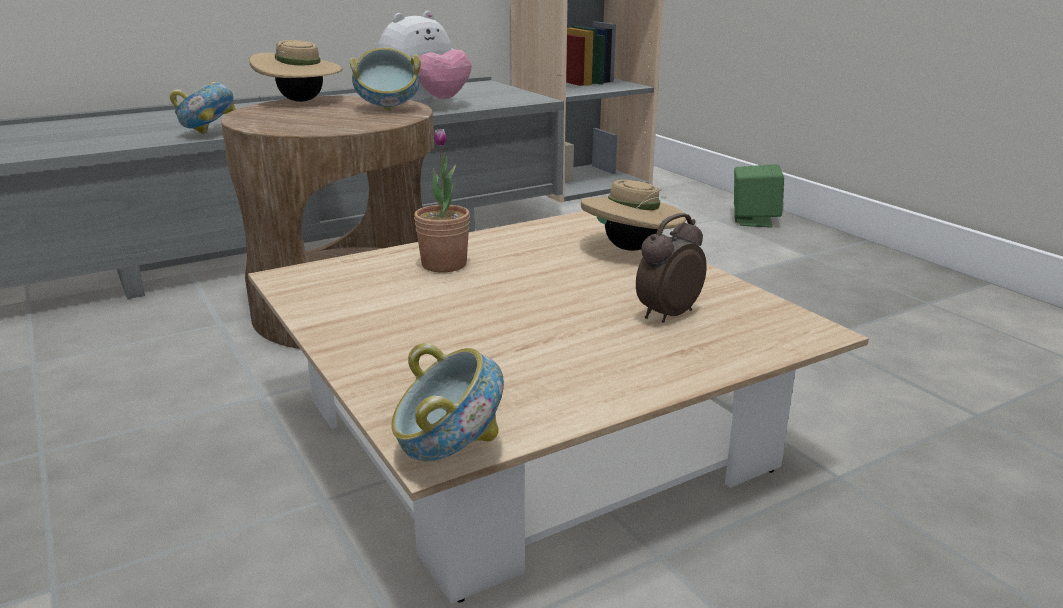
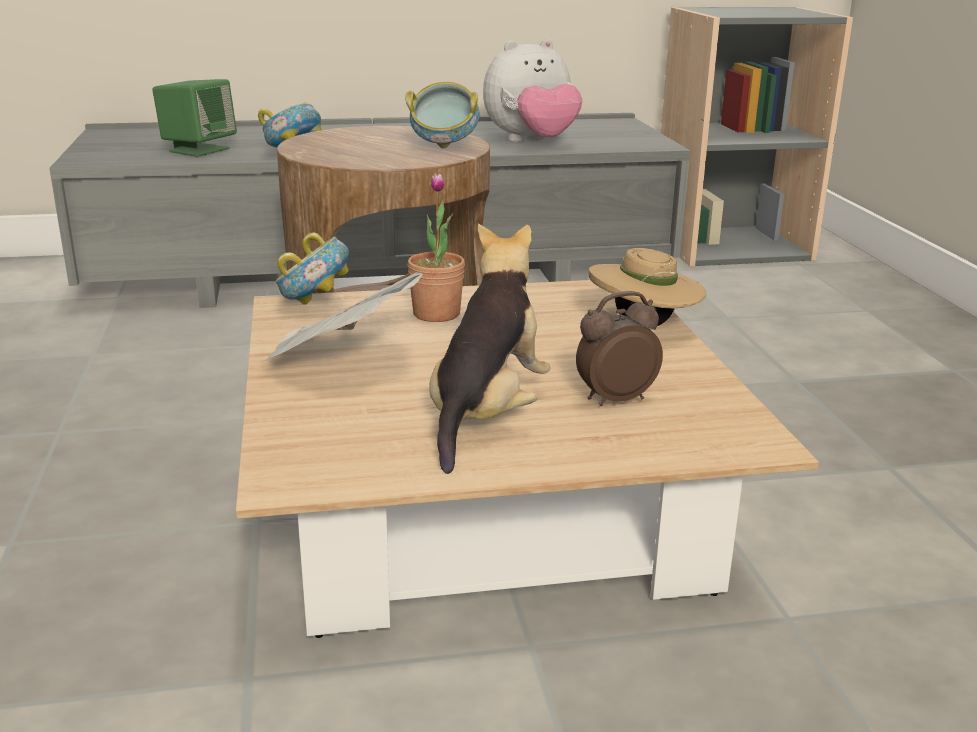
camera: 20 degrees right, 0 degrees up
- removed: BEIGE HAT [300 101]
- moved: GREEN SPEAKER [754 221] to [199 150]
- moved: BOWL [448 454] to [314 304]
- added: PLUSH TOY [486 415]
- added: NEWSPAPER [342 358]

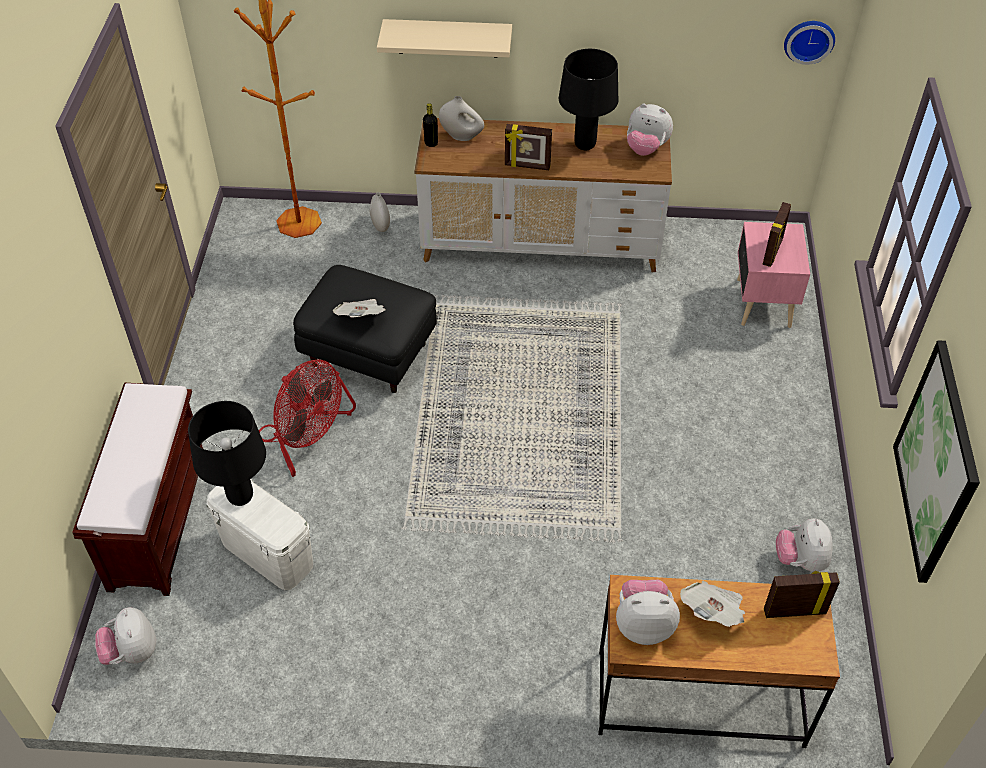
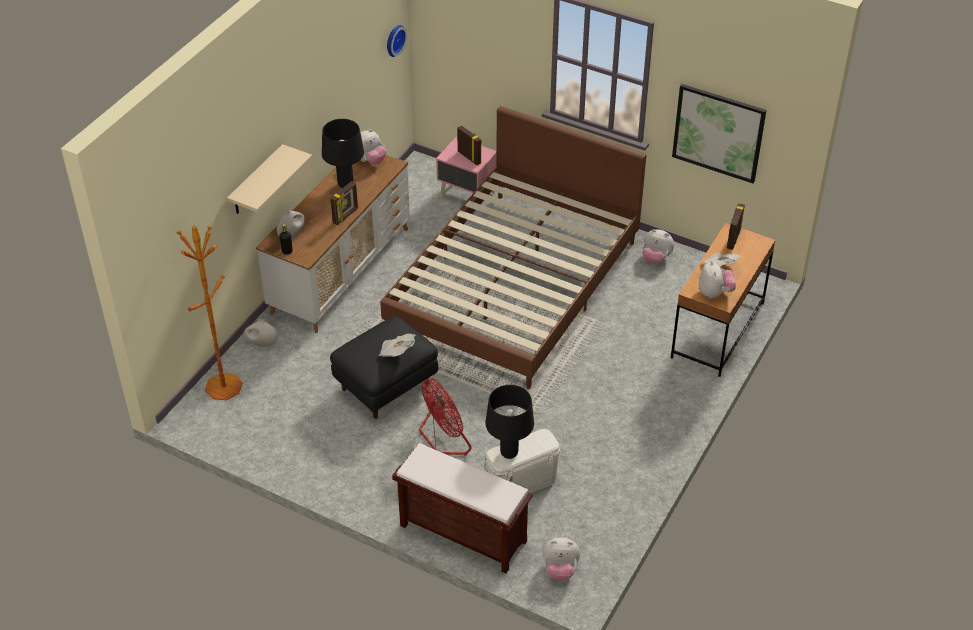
camera: 65 degrees left, 5 degrees down
- turned: PLUSH TOY [643 625] = [714 293] 150 degrees clockwise
- added: BROWN BED [514 285]

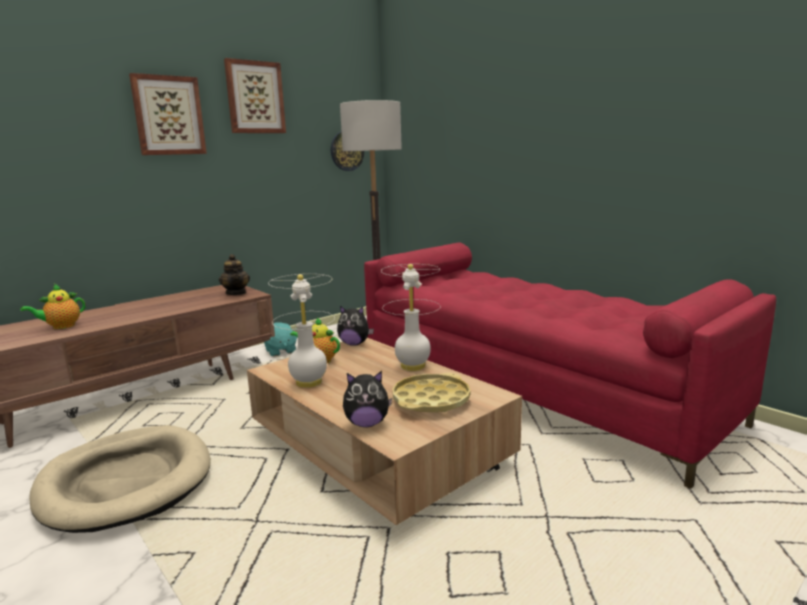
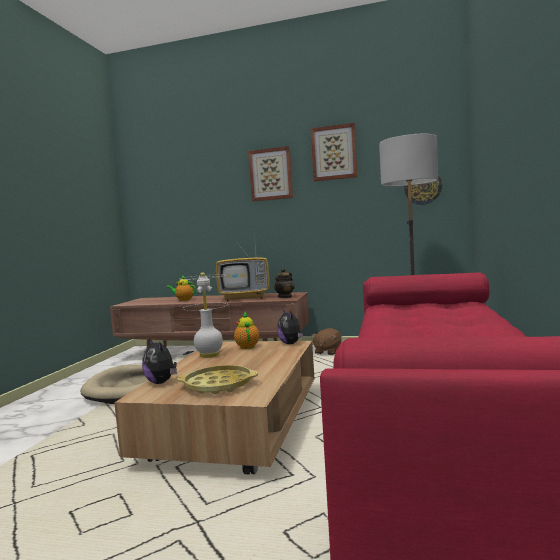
camera: 55 degrees right, 10 degrees down
- removed: WHITE TABLE LAMP [413 366]
- recoloured: TURQUOISE PLUSH TOY [280 351] to BROWN PLUSH TOY [327 352]
- added: TELEVISION [245 298]

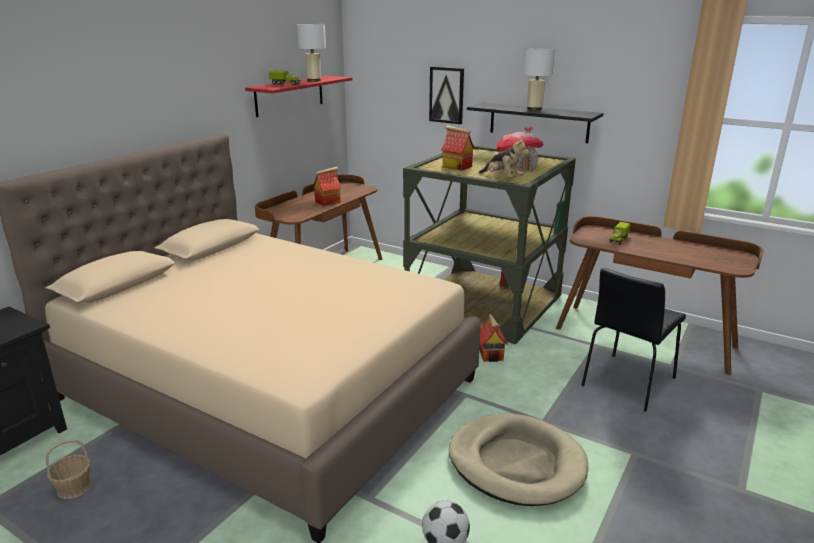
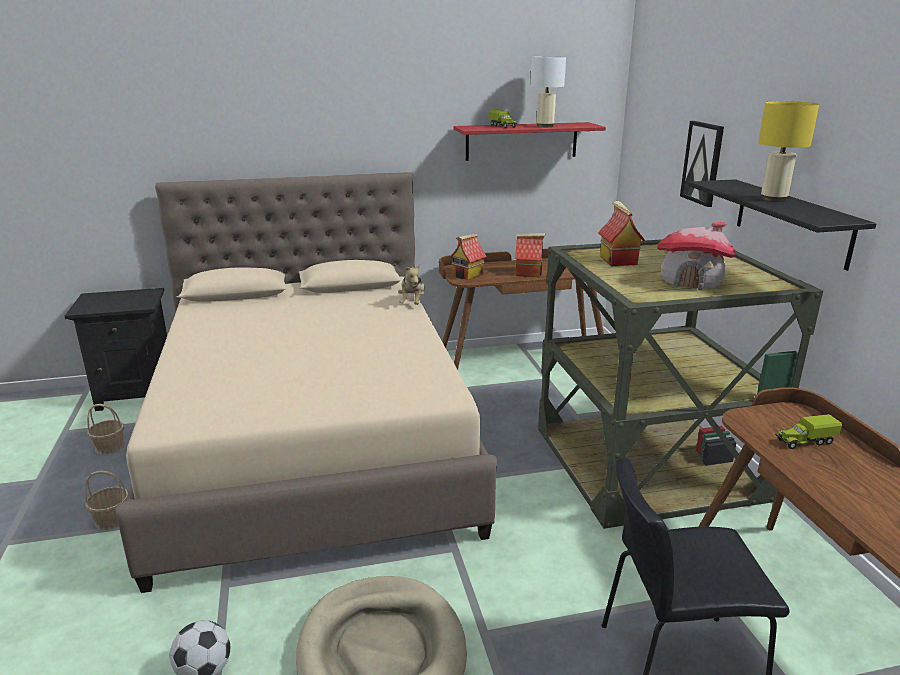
camera: 45 degrees right, 0 degrees up
- recoloured: WHITE TABLE LAMP [534 109] to YELLOW TABLE LAMP [773 199]
- moved: PLUSH TOY [502 178] to [412 302]
- moved: TOY HOUSE [491 355] to [467 275]
- added: BASKET [112 519]

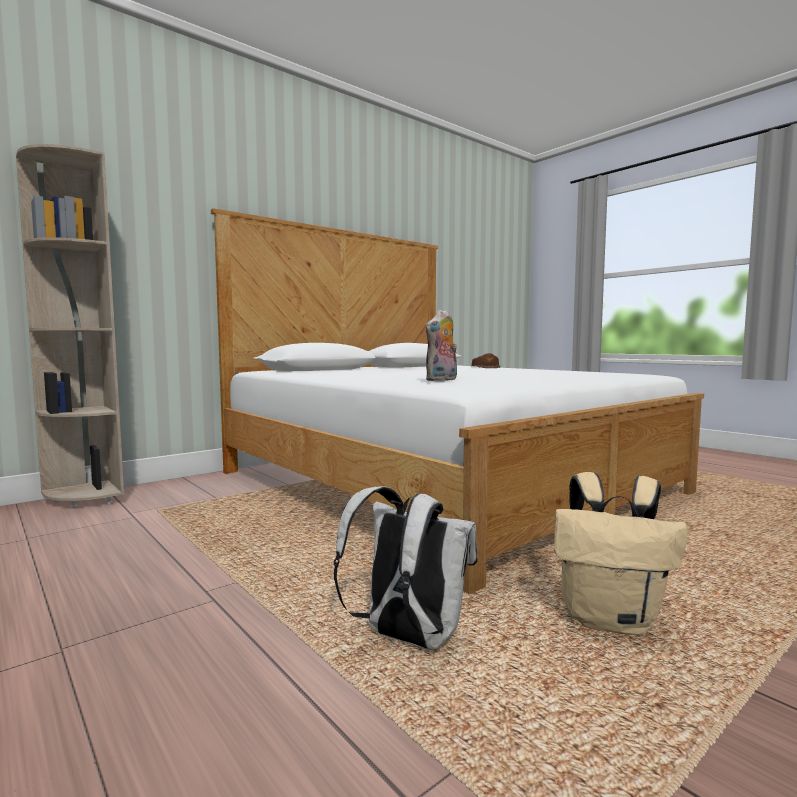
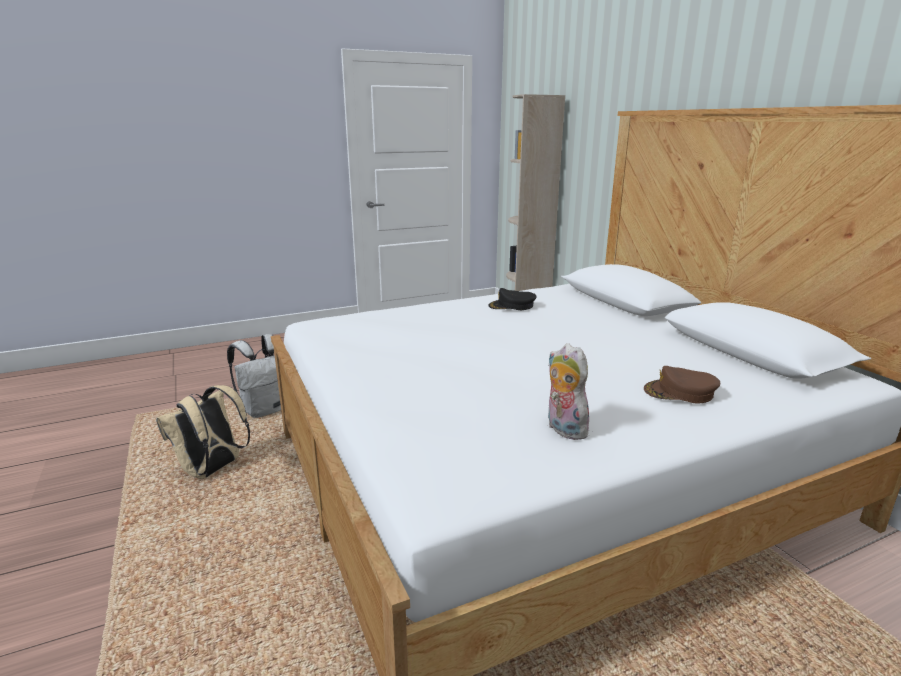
camera: 105 degrees right, 15 degrees up
- moved: PLUSH TOY [442 380] to [563 429]
- added: BLACK CAP [512 306]

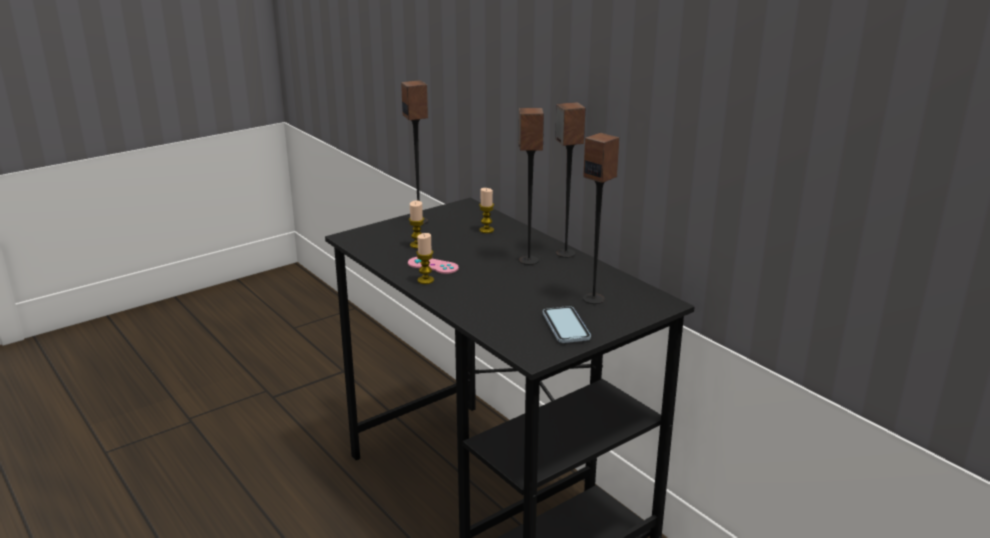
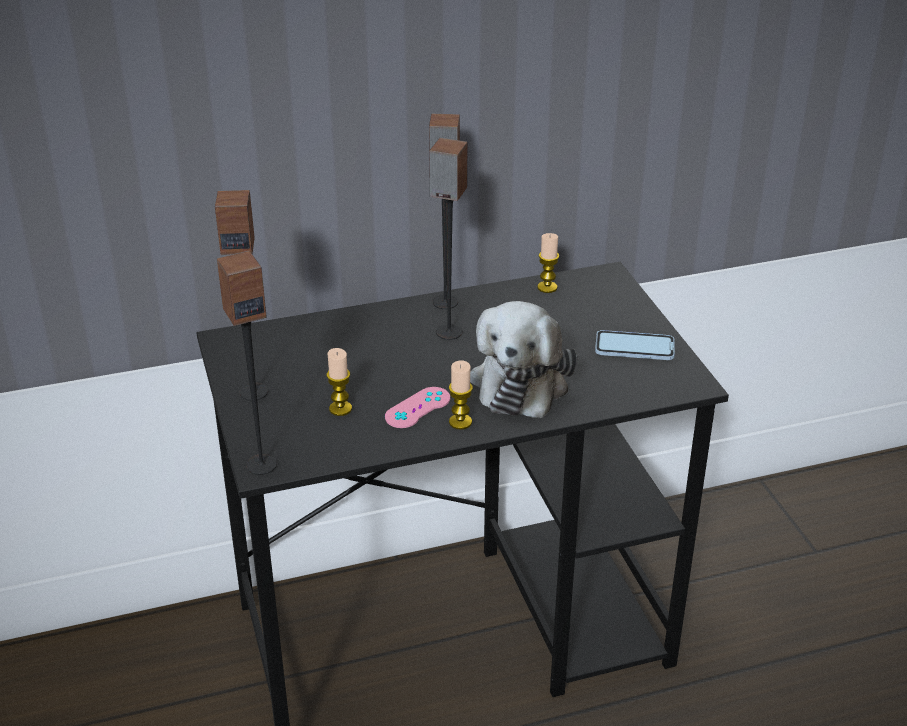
camera: 70 degrees left, 10 degrees up
- moved: SPEAKER [594 299] to [261 464]
- moved: CANDLE [486 230] to [547 287]
- added: PLUSH TOY [521 380]

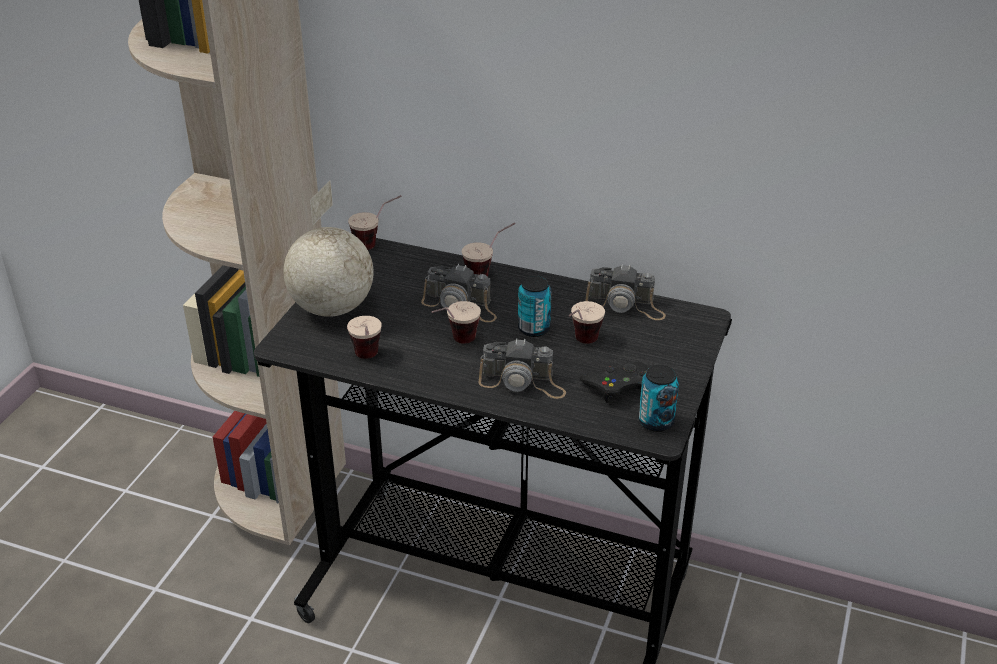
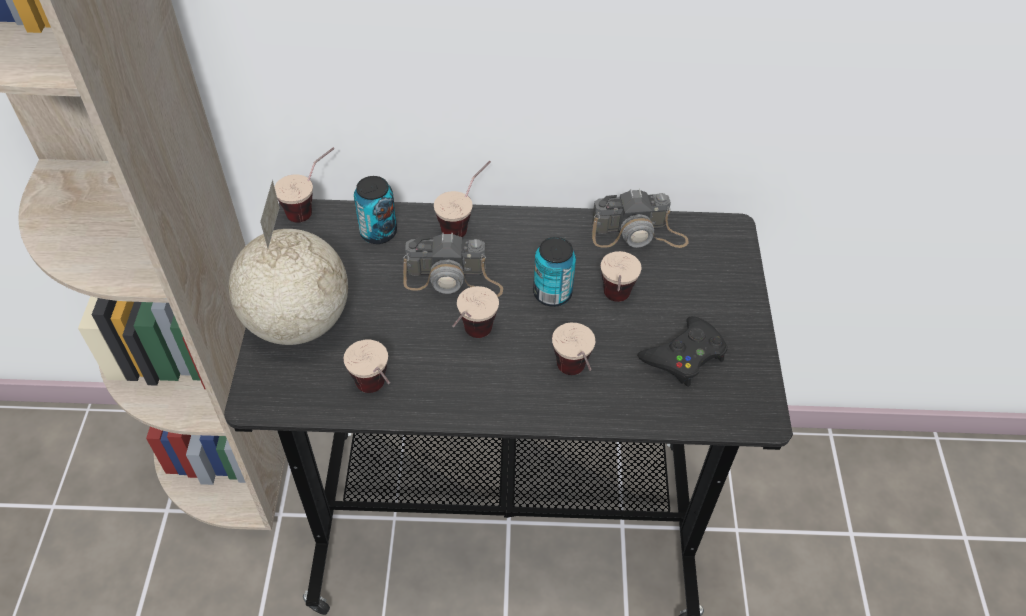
camera: 20 degrees left, 15 degrees up
- replaced: PHOTO CAMERA [522 382] to CUP [575 378]
- moved: CAN [656 421] to [378 232]

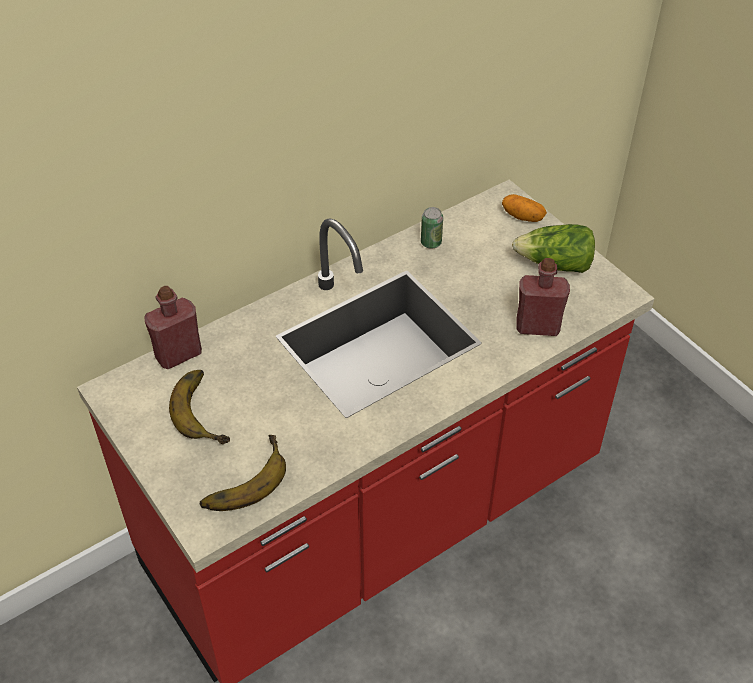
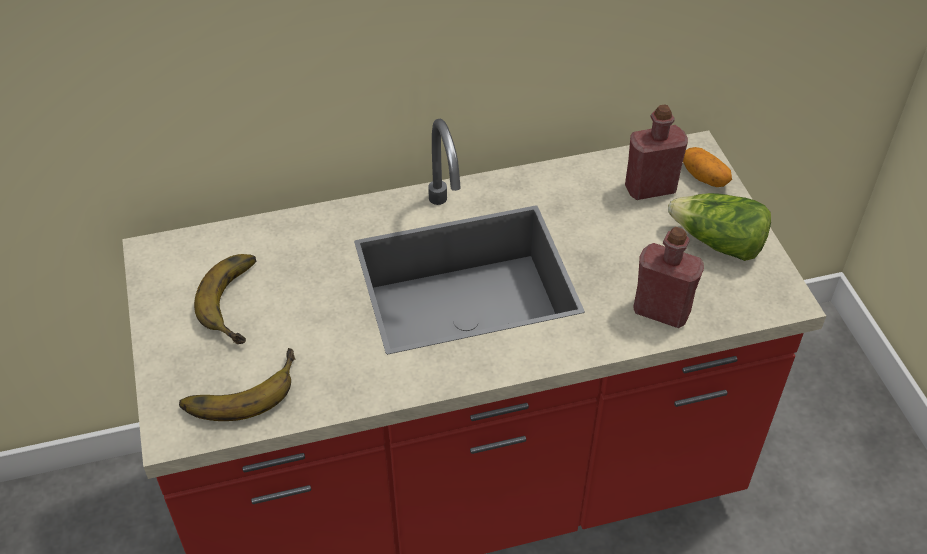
camera: 20 degrees right, 0 degrees up
- removed: CAN [431 243]
- moved: RED BOTTLE [178 355] to [650 188]

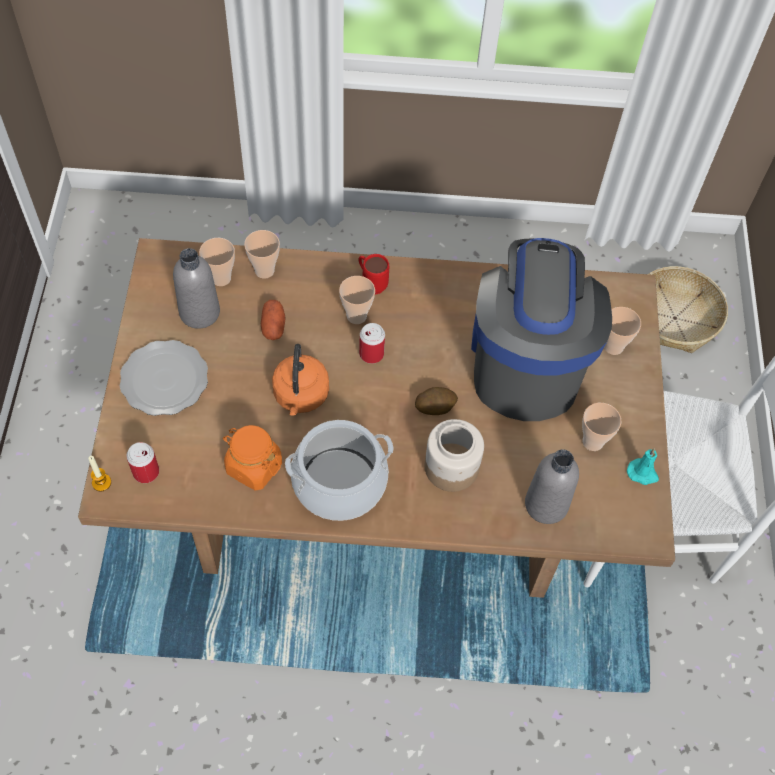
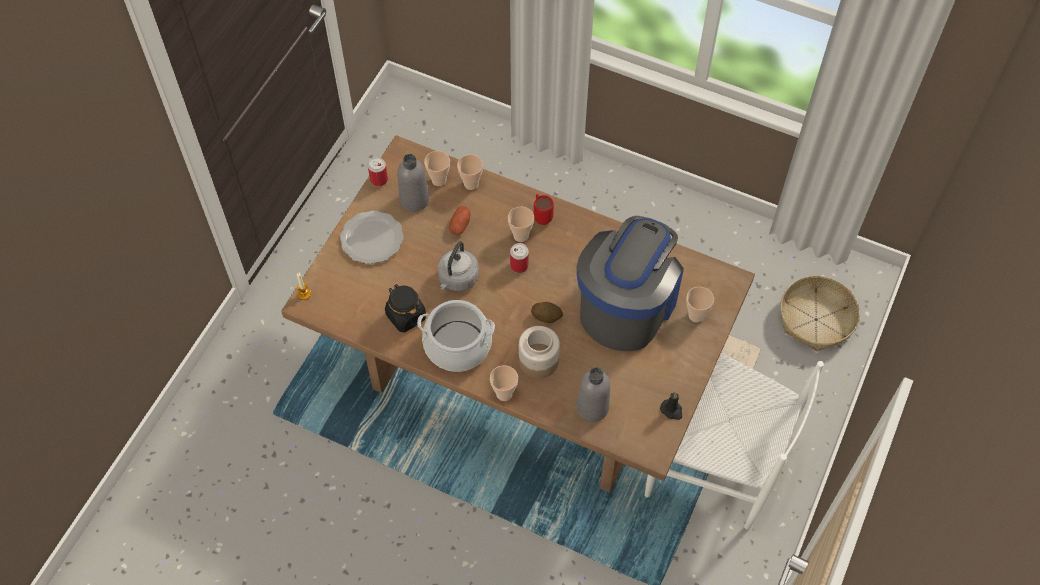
camera: 25 degrees right, 0 degrees up
- recoloured: ORANGE KETTLE [300 396] to GREY KETTLE [457 279]
- moved: CUP [592 441] to [504 394]
- recoloured: ORANGE JAR [253 466] to BLACK JAR [405 316]
- moved: CAN [146 472] to [379 180]
- recoloured: TURQUOISE CANDLE [643 473] to BLACK CANDLE [672 410]

